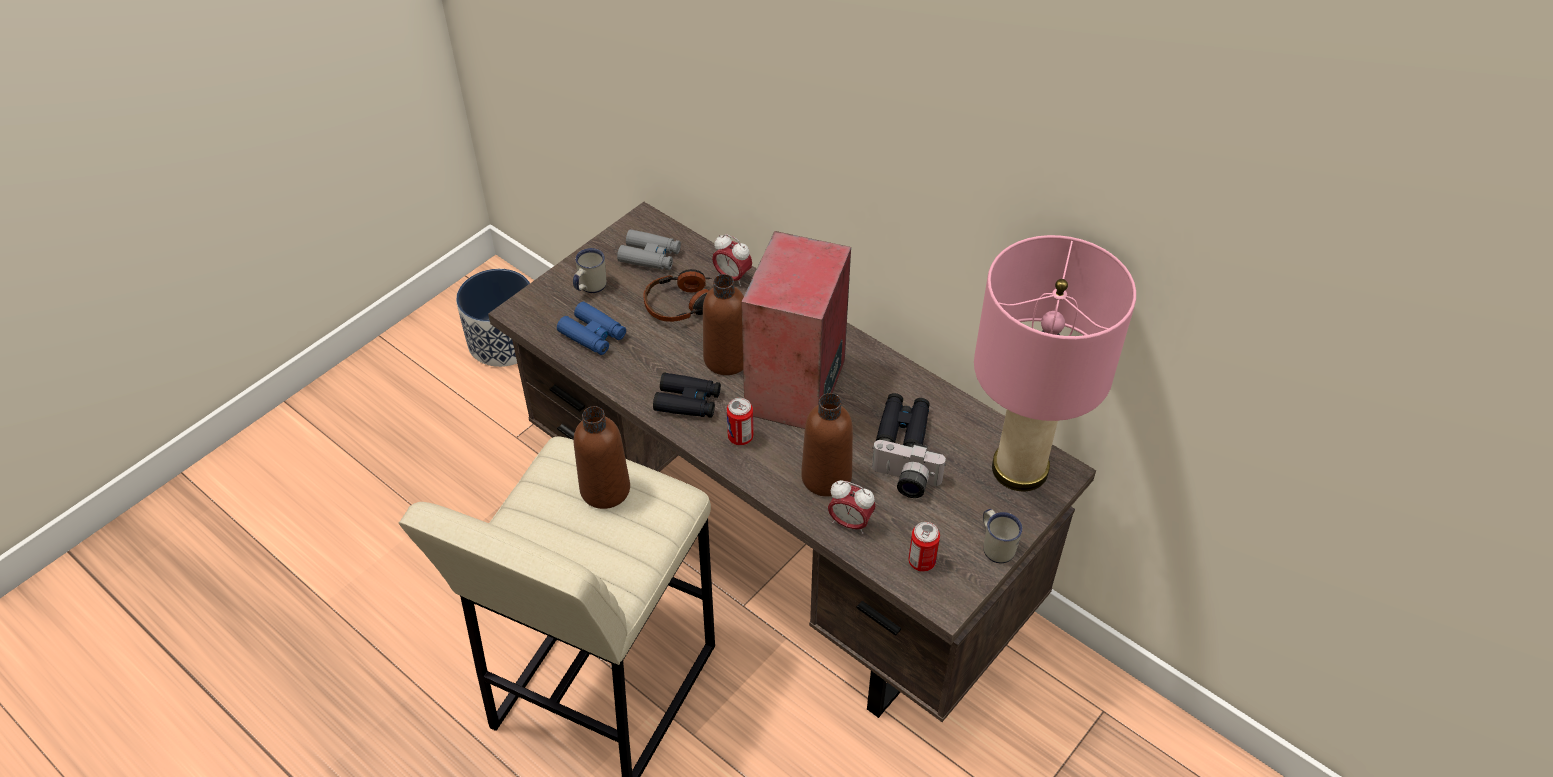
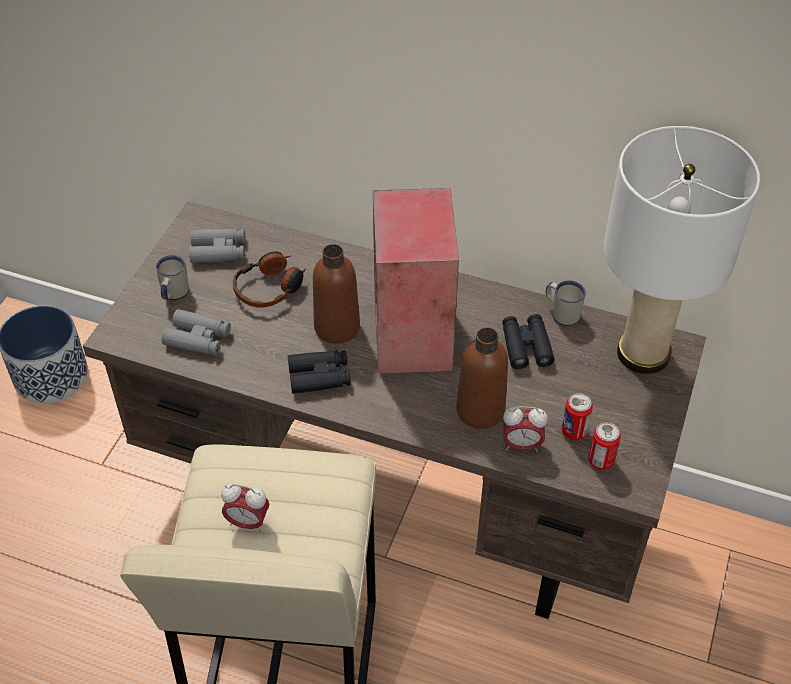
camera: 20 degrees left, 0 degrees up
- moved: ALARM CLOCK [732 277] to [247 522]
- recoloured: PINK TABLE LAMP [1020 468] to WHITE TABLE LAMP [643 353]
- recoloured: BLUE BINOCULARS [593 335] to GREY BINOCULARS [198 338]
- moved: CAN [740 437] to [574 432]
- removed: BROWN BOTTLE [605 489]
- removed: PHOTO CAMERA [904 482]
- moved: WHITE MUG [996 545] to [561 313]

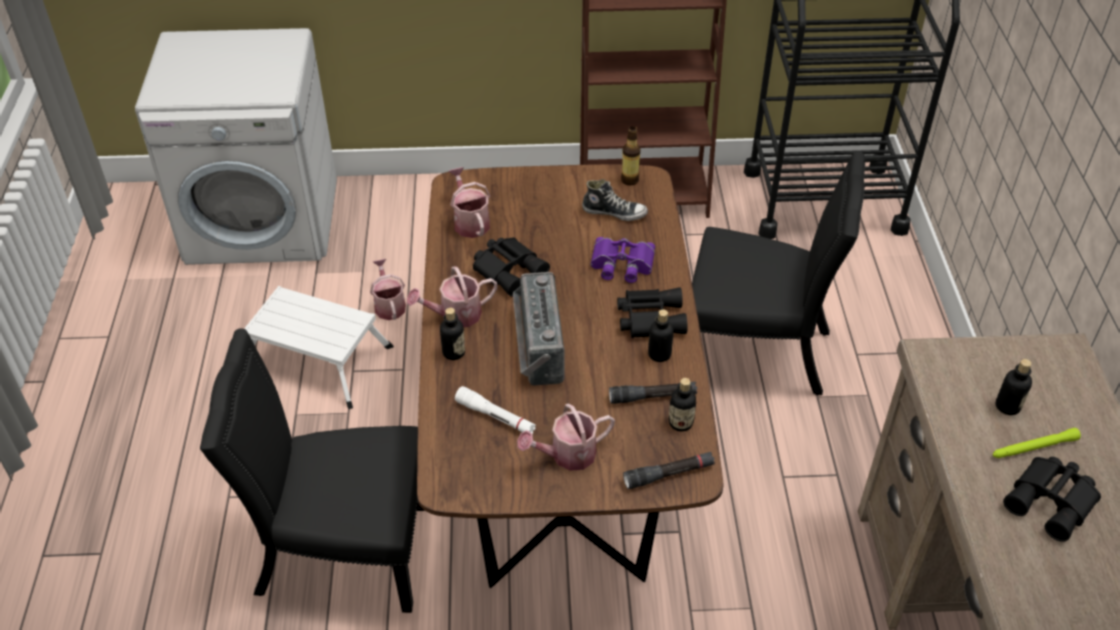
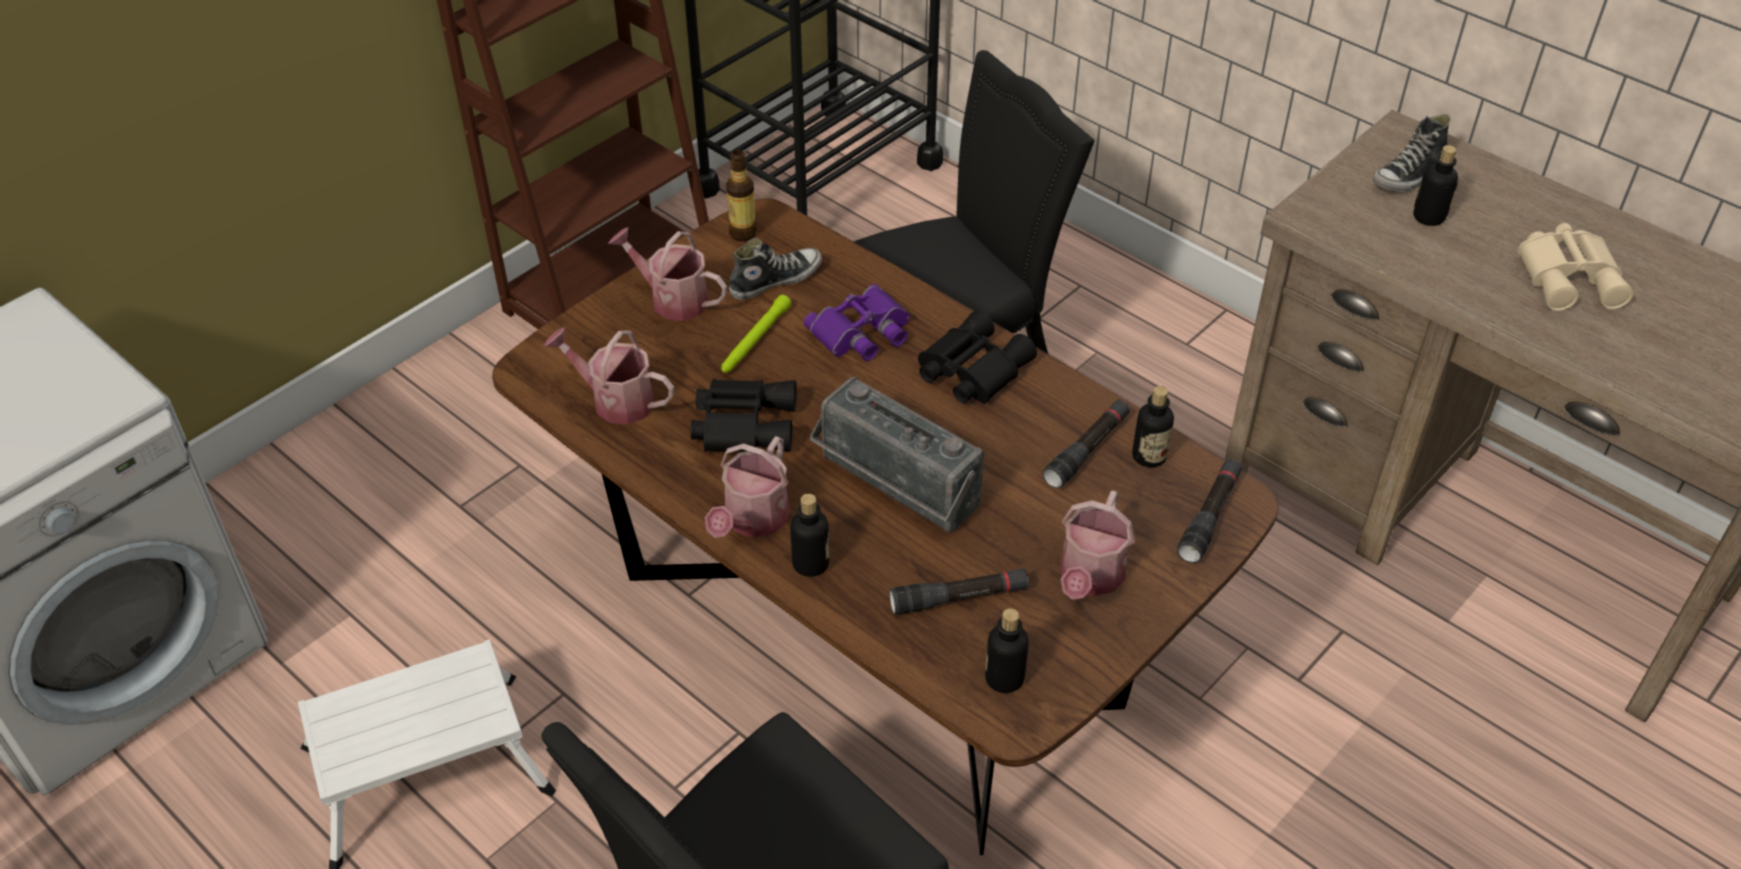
camera: 45 degrees left, 0 degrees up
- moved: WATERING CAN [389 305] to [672 299]
- moved: BOTTLE [659 354] to [1004 678]
- recoloured: WHITE FLASHLIGHT [495 417] to BLACK FLASHLIGHT [959 598]
- moved: GREEN FLASHLIGHT [1033 448] to [755 340]
- recoloured: BLACK BINOCULARS [1052 502] to BEIGE BINOCULARS [1570 277]
- added: SHOE [1409 176]

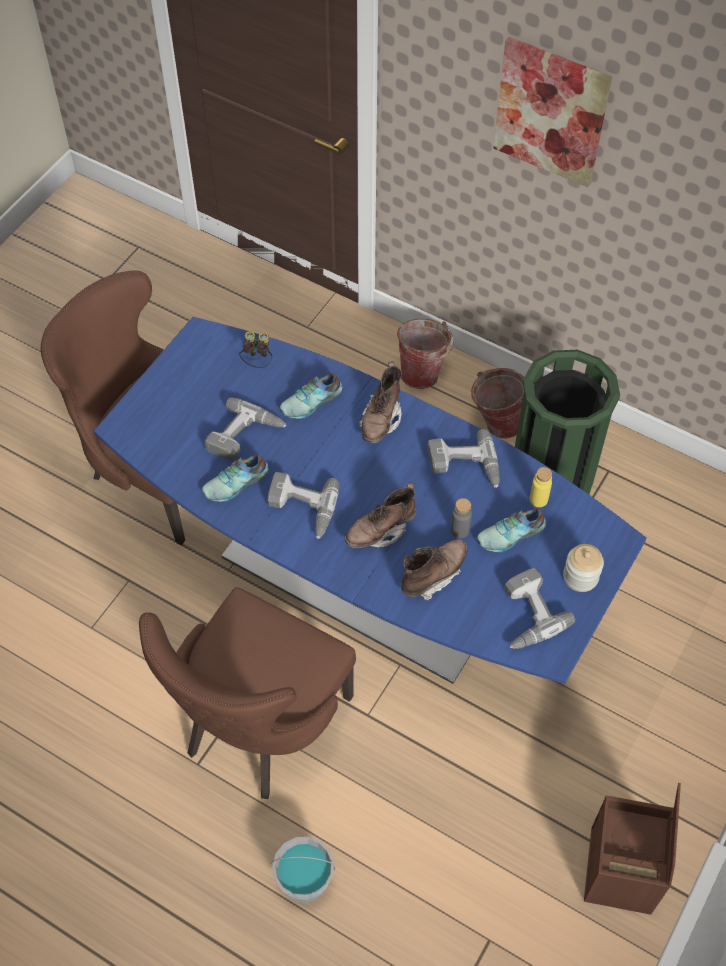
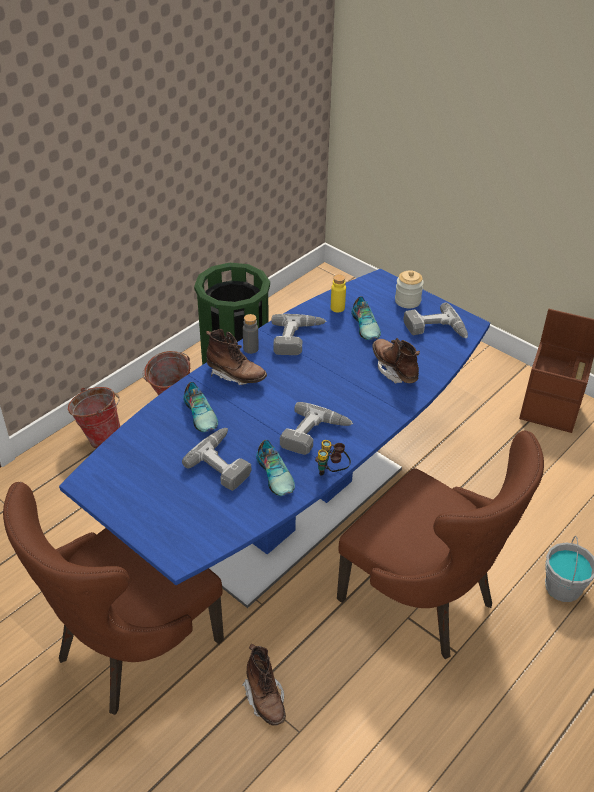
camera: 80 degrees left, 15 degrees down
- removed: PICTURE [551 112]
- moved: BINOCULARS [257 362] to [332 471]
- moved: BROWN BOOT [380 531] to [265 698]
- moved: GREY BOTTLE [460 530] to [250 349]

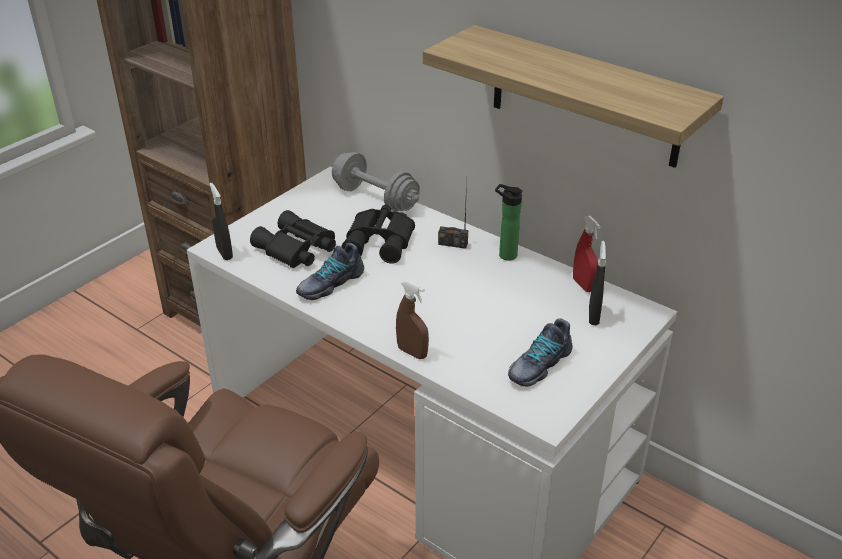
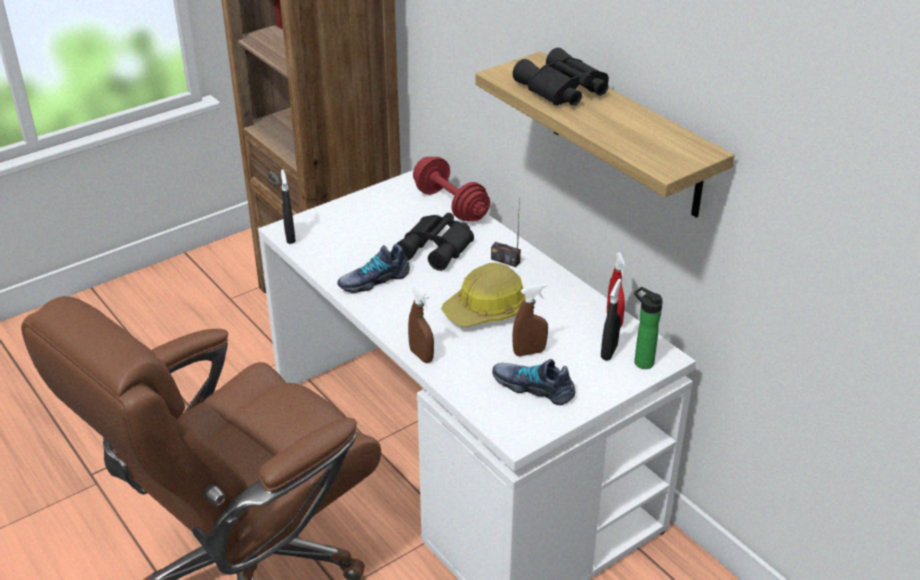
camera: 15 degrees right, 0 degrees up
- recoloured: GREY DUMBBELL [375 198] to RED DUMBBELL [450 205]
- moved: BOTTLE [505 254] to [641 361]
- moved: BLACK BINOCULARS [296 249] to [562 90]
- turned: SHOE [538 364] = [533 387] 60 degrees clockwise
- added: HARD HAT [486 310]
- added: BROWN SPRAY BOTTLE [529 352]

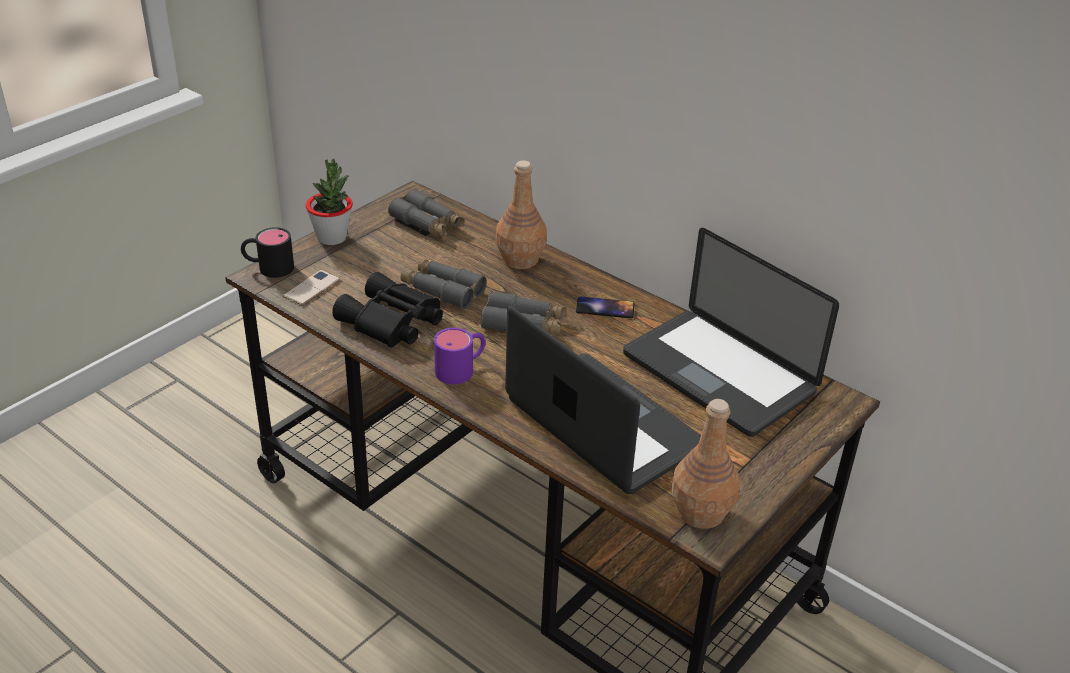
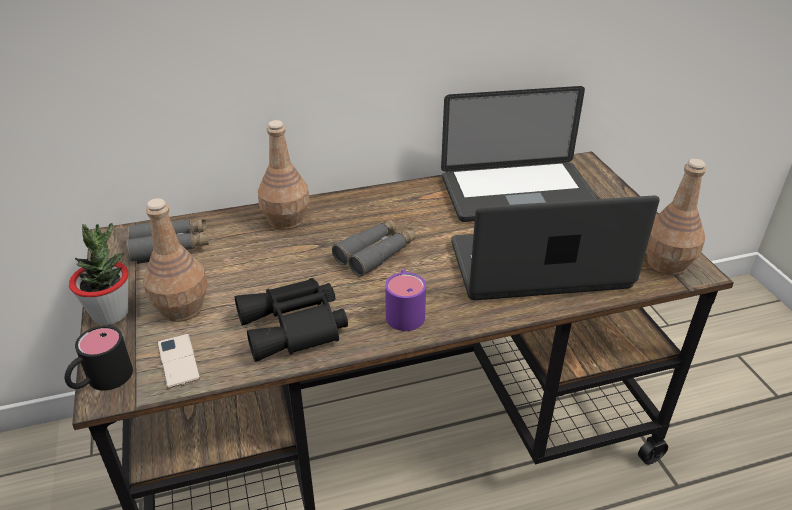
camera: 55 degrees left, 0 degrees up
- removed: GREY BINOCULARS [442 290]
- removed: PHONE [605 308]
- added: BROWN BOTTLE [182 308]

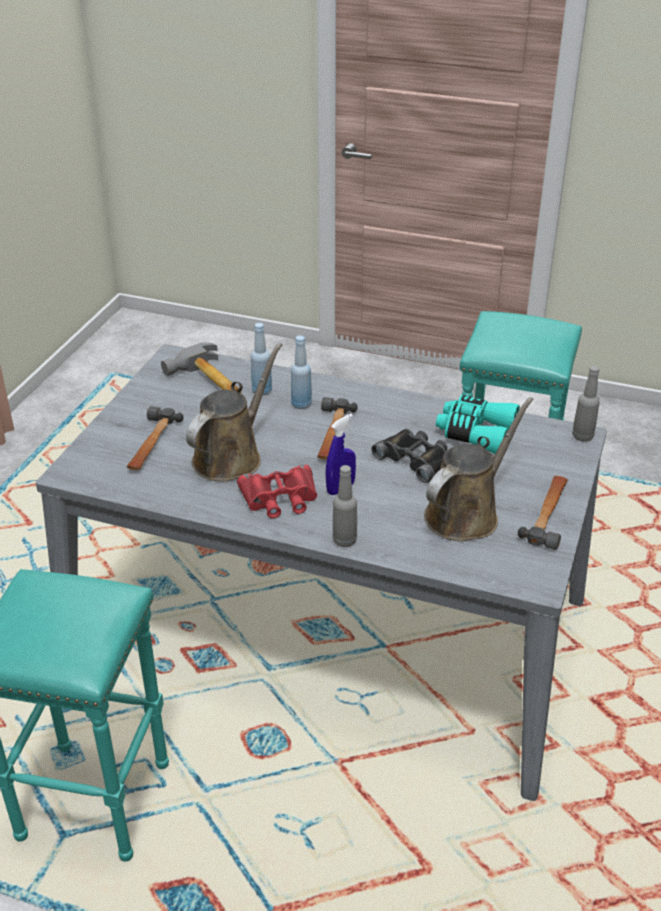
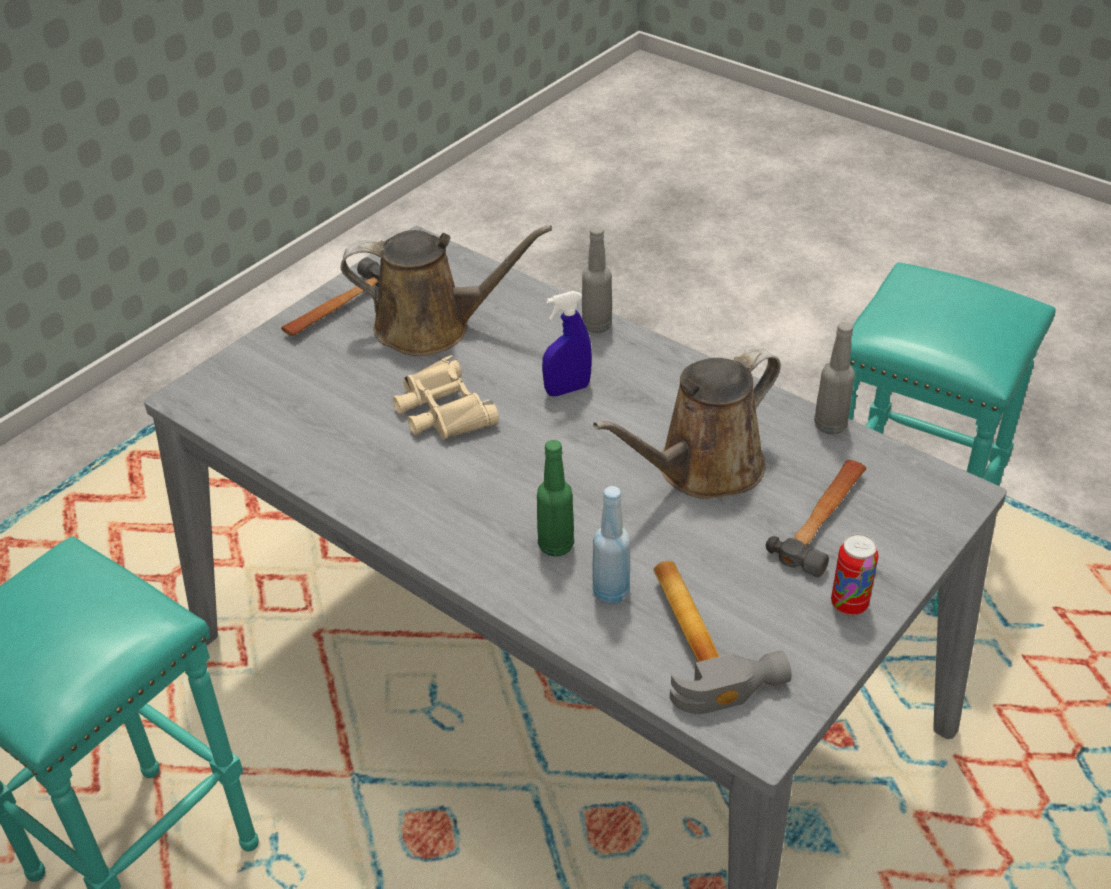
camera: 160 degrees left, 5 degrees up
- recoloured: BLUE BOTTLE [301 404] to GREEN BOTTLE [556 545]
- moved: GREY BOTTLE [582 436] to [830 425]
- removed: TURQUOISE BINOCULARS [475 433]
- removed: HAMMER [331 434]
- turned: BROWN WATERING CAN [466 513] = [432 327] 150 degrees counterclockwise
- recoloured: BLACK BINOCULARS [415 459] to BEIGE BINOCULARS [442 410]
- removed: RED BINOCULARS [280 498]
- added: CAN [849 604]

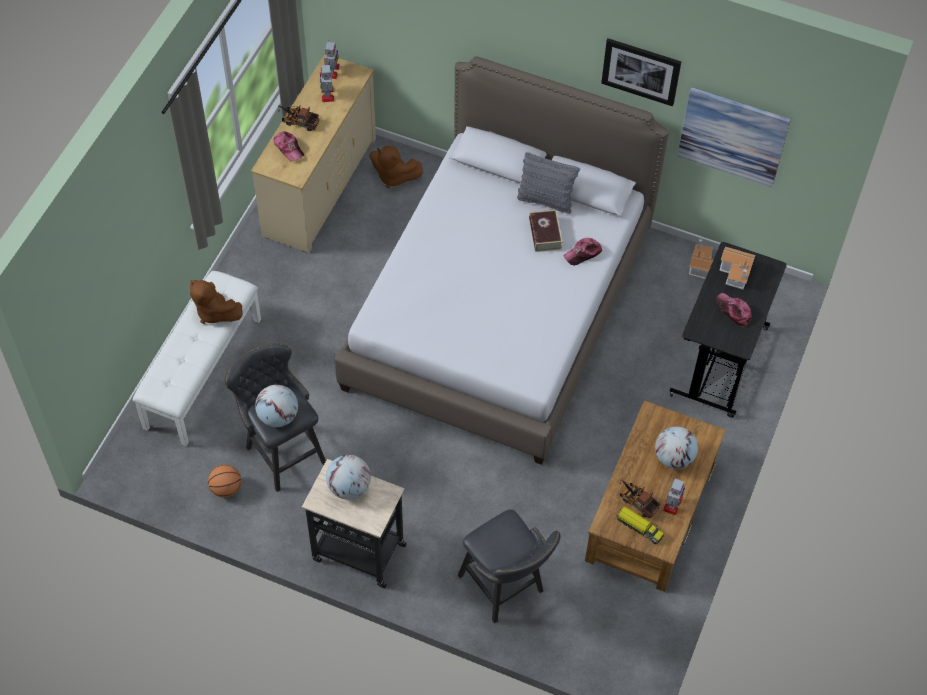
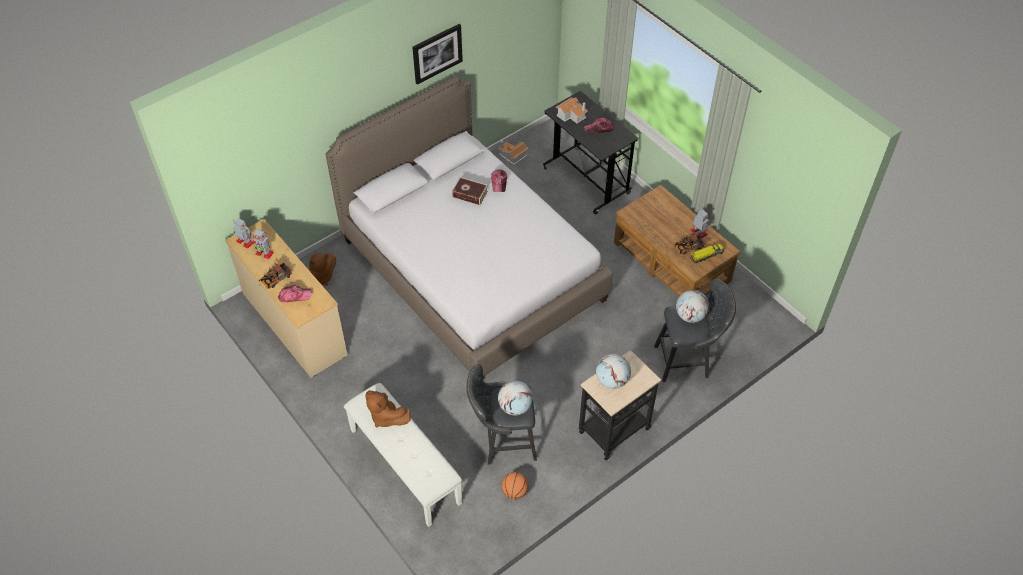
camera: 60 degrees left, 5 degrees down
- removed: PICTURE [733 136]
- removed: GREY PILLOW [546 200]
- turned: BROWN PLUSH TOY [214 312] = [386 417] 60 degrees clockwise
- moved: GLOBE [673 458] to [690 316]

